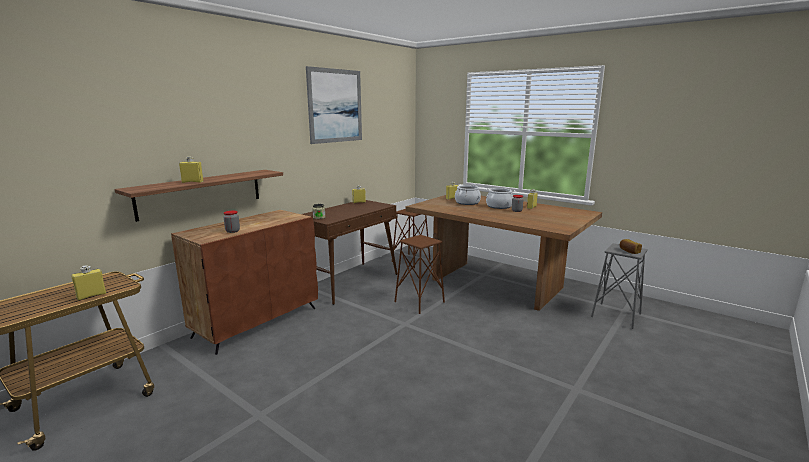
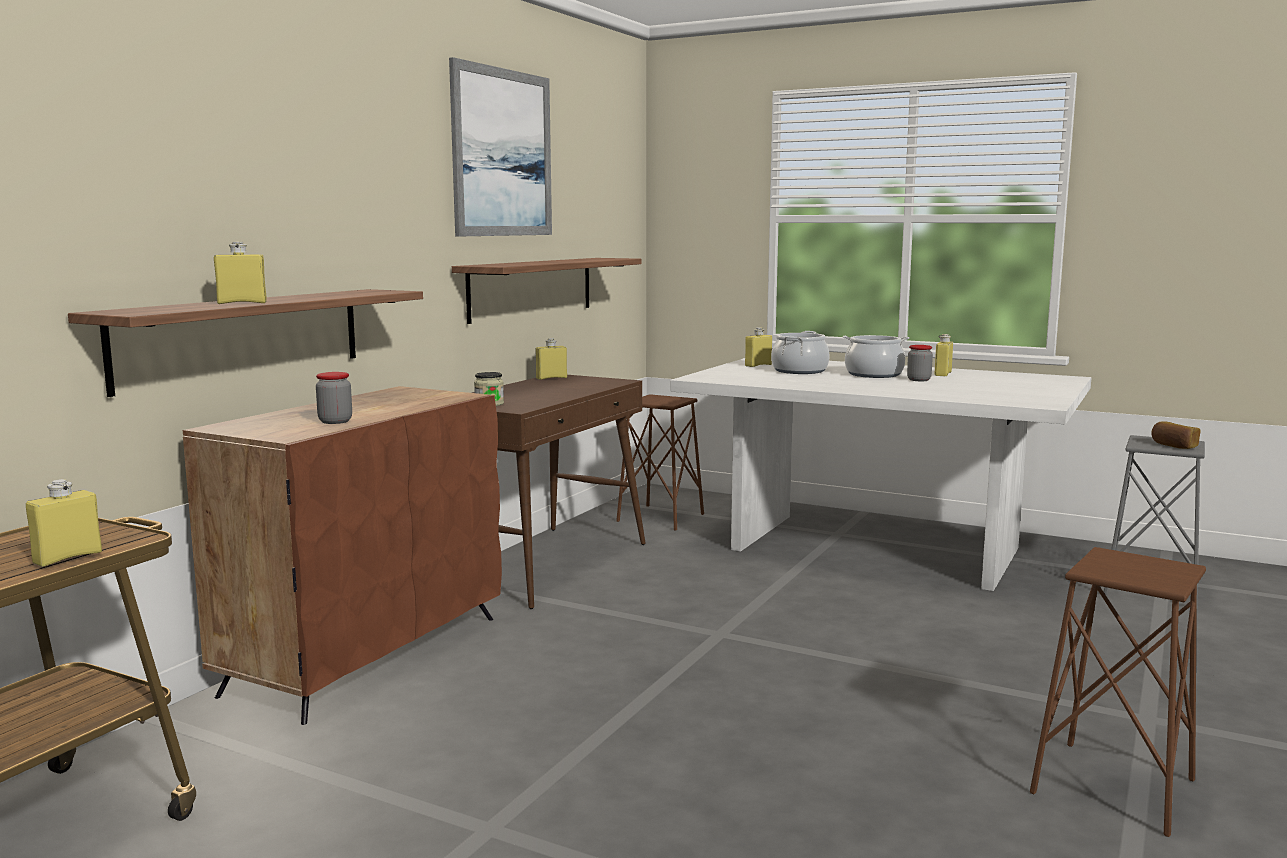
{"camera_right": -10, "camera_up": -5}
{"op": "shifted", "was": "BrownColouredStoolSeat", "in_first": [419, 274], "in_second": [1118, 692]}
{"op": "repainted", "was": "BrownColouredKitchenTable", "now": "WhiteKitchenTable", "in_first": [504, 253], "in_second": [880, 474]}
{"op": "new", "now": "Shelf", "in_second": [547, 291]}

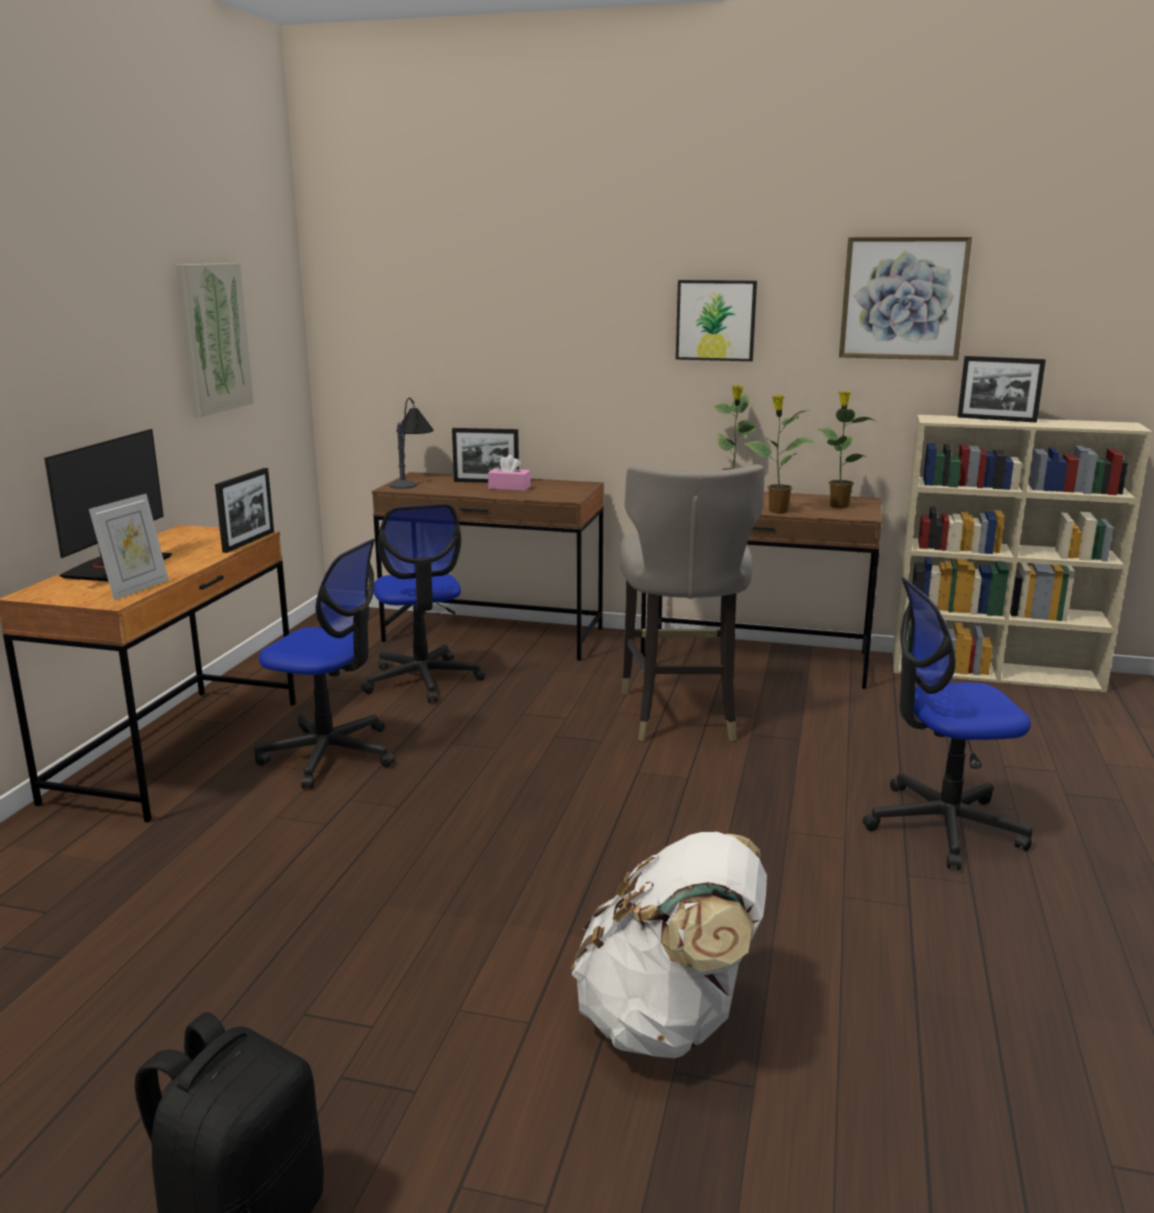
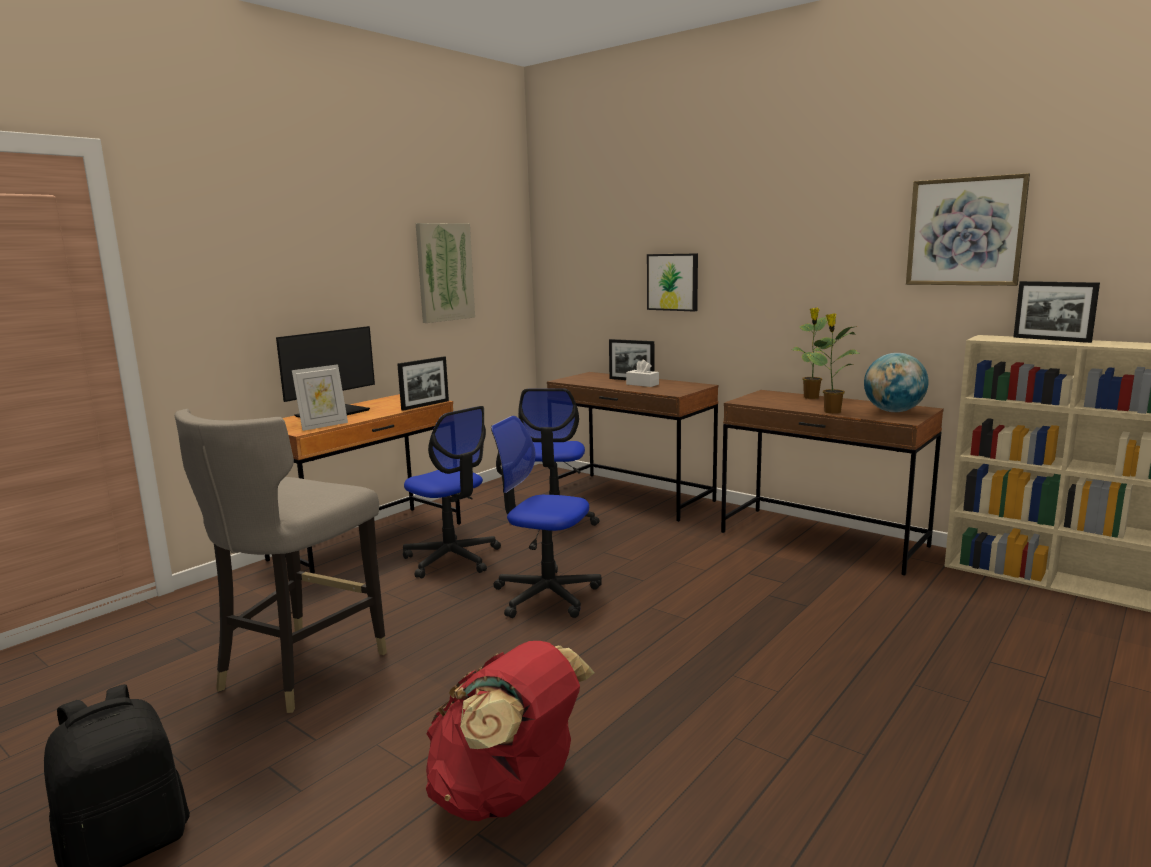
{"camera_right": 25, "camera_up": -5}
{"op": "gone", "was": "TableLamp", "in_first": [411, 443]}
{"op": "repainted", "was": "PinkColouredBoxOfTissues", "now": "WhiteBoxOfTissues", "in_first": [509, 473], "in_second": [642, 373]}
{"op": "repainted", "was": "WhiteBackpack", "now": "ReddishBackpack", "in_first": [669, 945], "in_second": [510, 731]}
{"op": "shifted", "was": "GrayStoolSeat", "in_first": [692, 602], "in_second": [281, 561]}
{"op": "shifted", "was": "WallArt", "in_first": [716, 320], "in_second": [672, 282]}
{"op": "swapped", "was": "PottedPlant", "now": "DeskGlobe", "in_first": [846, 450], "in_second": [896, 382]}
{"op": "shifted", "was": "DeskChair", "in_first": [947, 723], "in_second": [546, 517]}

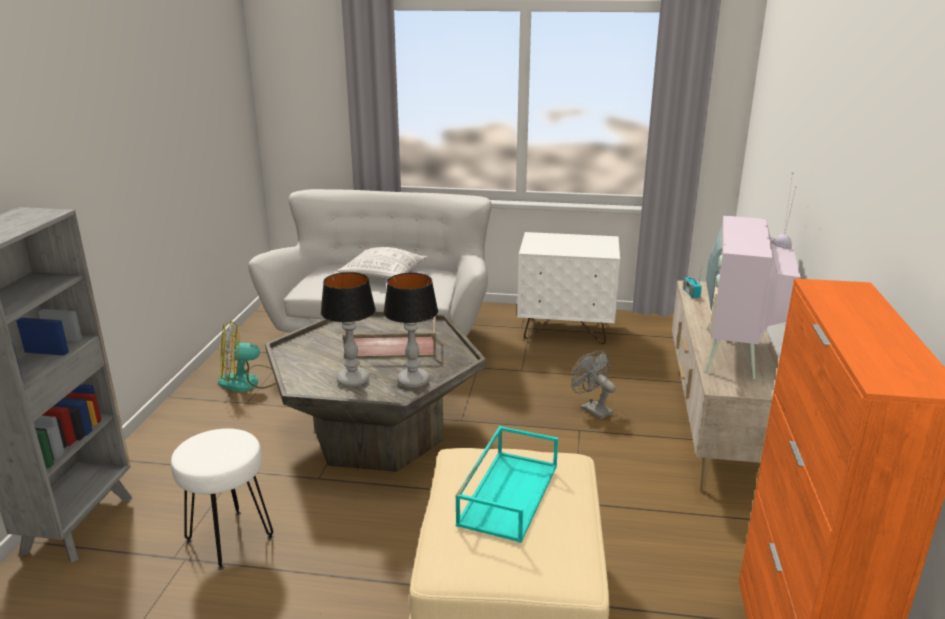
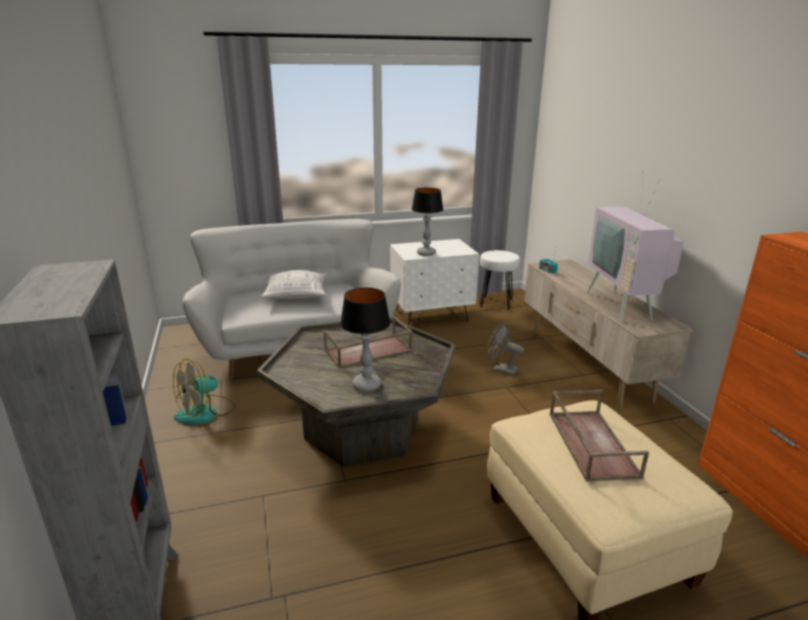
{"camera_right": -25, "camera_up": 0}
{"op": "shifted", "was": "WhiteStoolSeat", "in_first": [222, 499], "in_second": [500, 280]}
{"op": "shifted", "was": "TableLamp", "in_first": [410, 330], "in_second": [427, 221]}
{"op": "repainted", "was": "TurquoiseColouredTray", "now": "BrownColouredTray", "in_first": [506, 484], "in_second": [599, 436]}

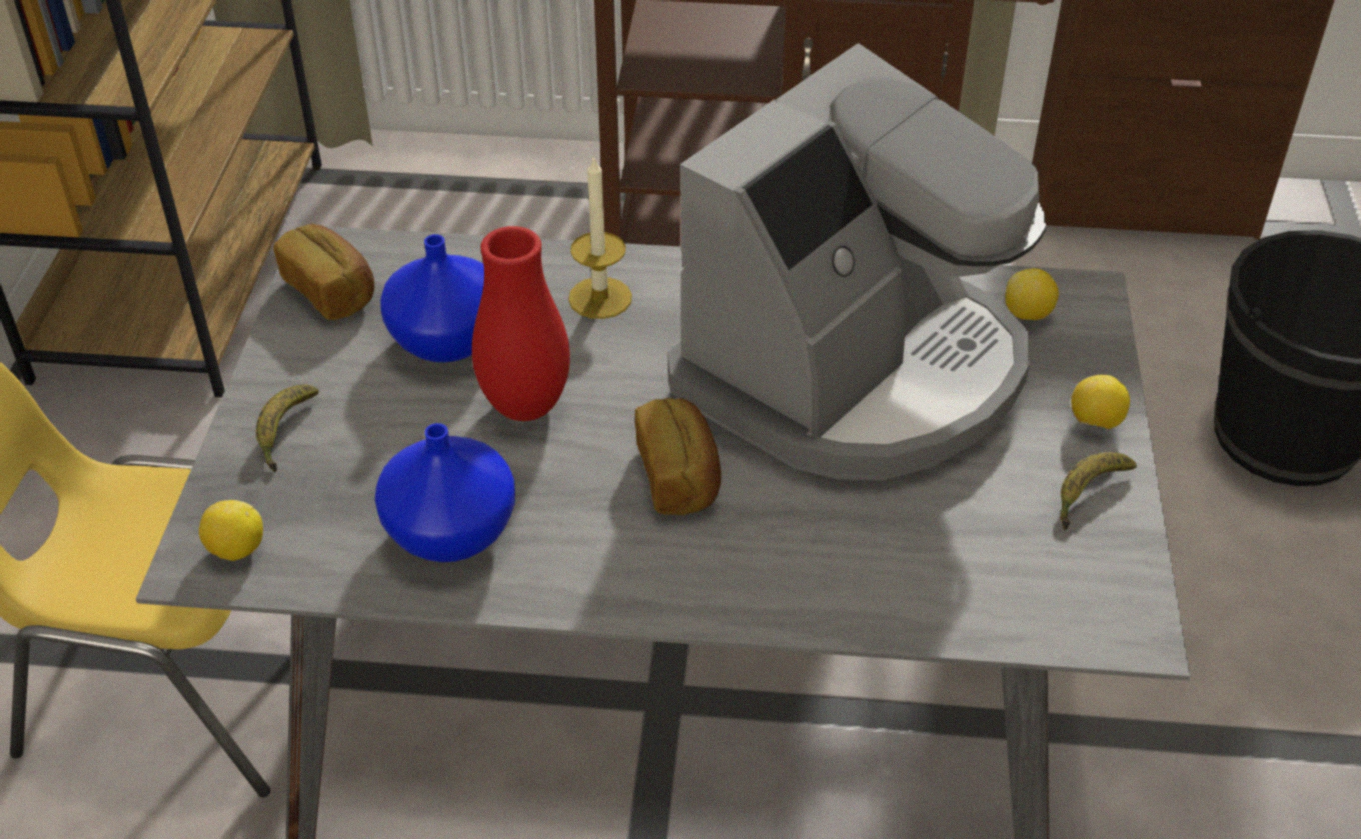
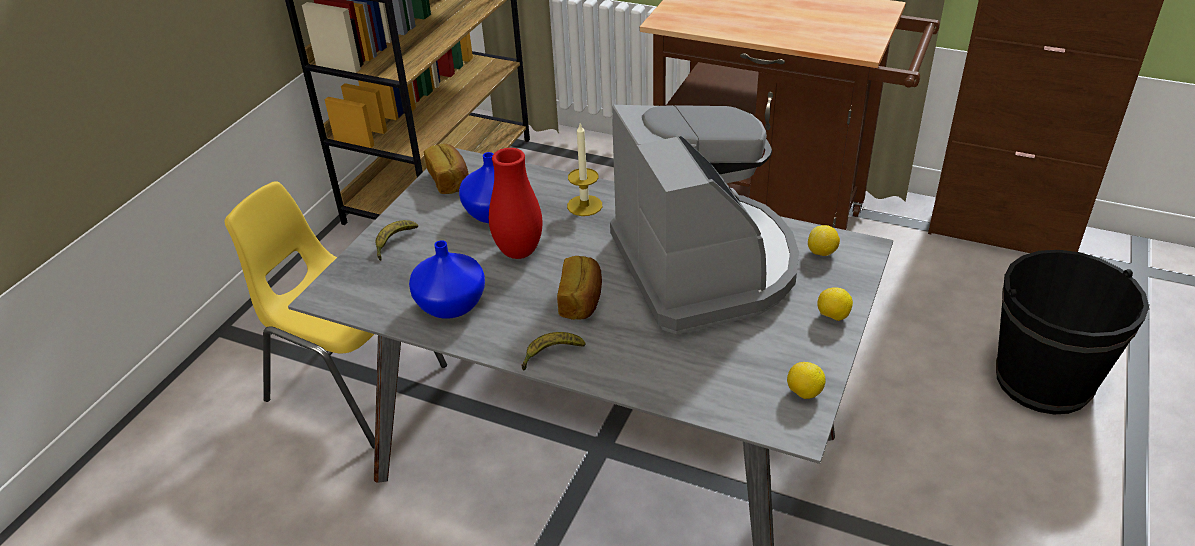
{"camera_right": 20, "camera_up": -5}
{"op": "shifted", "was": "WholeLemon", "in_first": [231, 530], "in_second": [806, 380]}
{"op": "rotated", "was": "CoffeeMaker", "in_first": [857, 262], "in_second": [704, 219], "clockwise": -75}
{"op": "shifted", "was": "Banana", "in_first": [1098, 491], "in_second": [554, 351]}

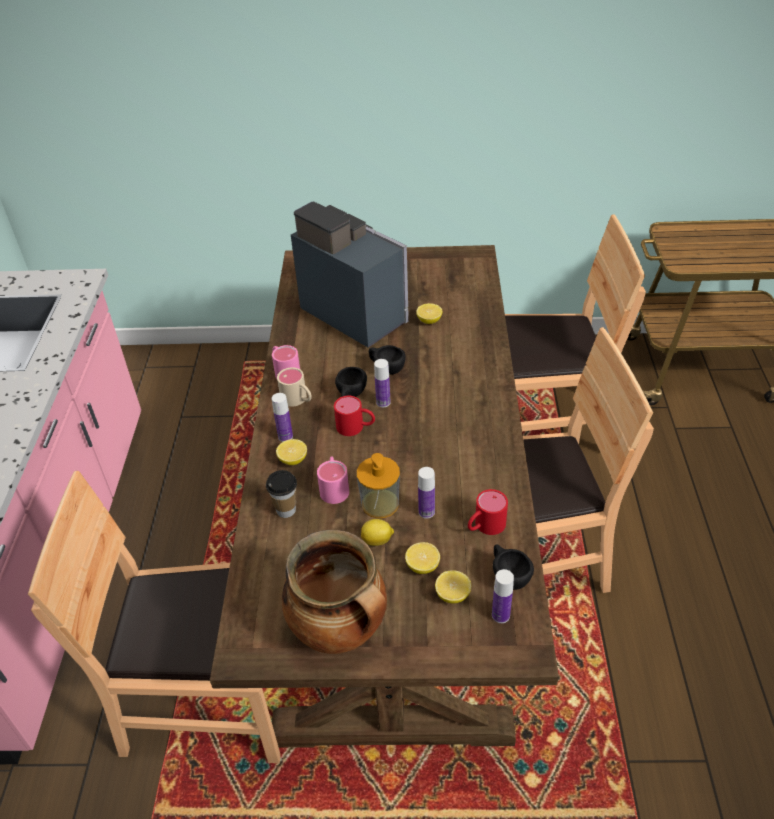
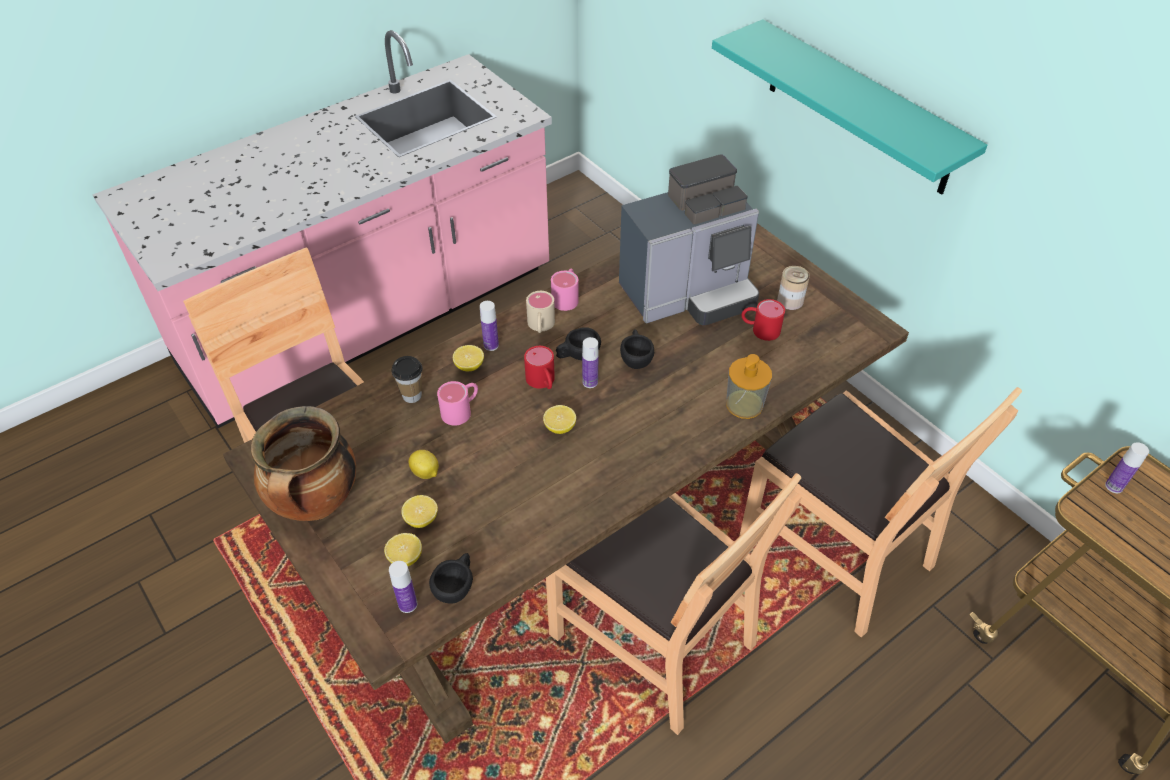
{"camera_right": 50, "camera_up": 5}
{"op": "rotated", "was": "CoffeeMaker", "in_first": [350, 275], "in_second": [689, 240], "clockwise": 60}
{"op": "shifted", "was": "SoapDispenser", "in_first": [378, 485], "in_second": [749, 386]}
{"op": "shifted", "was": "WholeLemon", "in_first": [429, 313], "in_second": [559, 419]}
{"op": "shifted", "was": "Bottle", "in_first": [426, 493], "in_second": [1127, 467]}
{"op": "shifted", "was": "ReddishTeaMug", "in_first": [488, 512], "in_second": [763, 320]}
{"op": "new", "now": "TurquoiseColouredShelf", "in_second": [850, 107]}
{"op": "new", "now": "MetalCan", "in_second": [793, 288]}

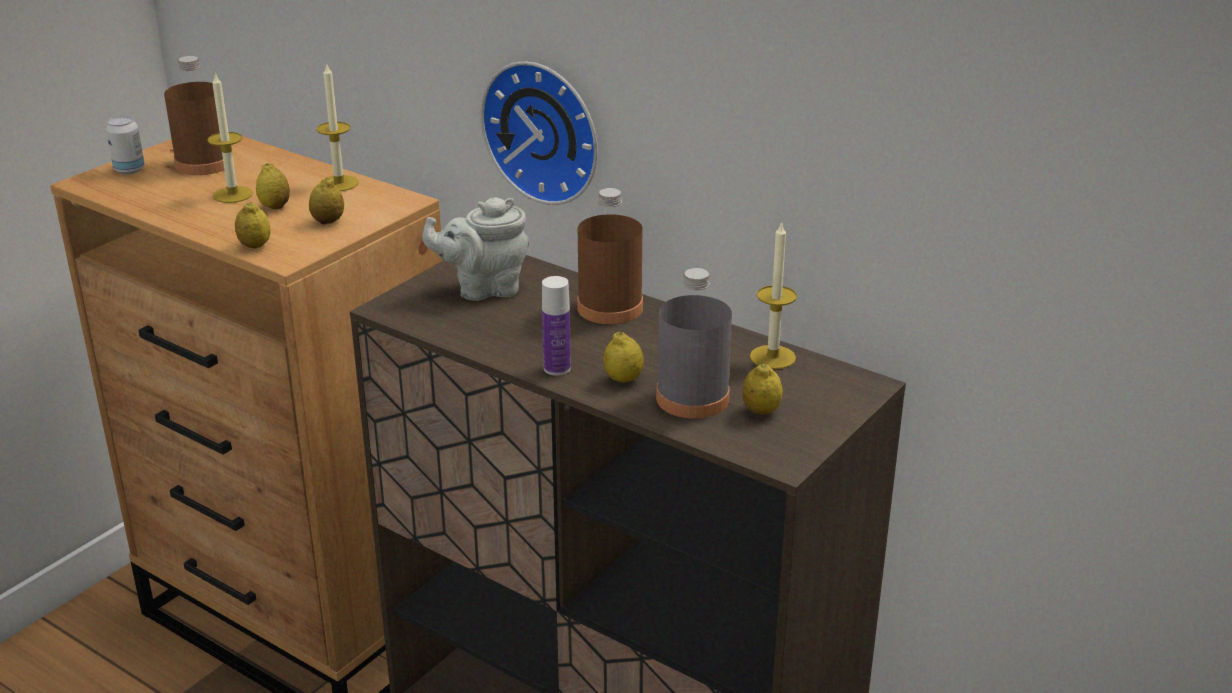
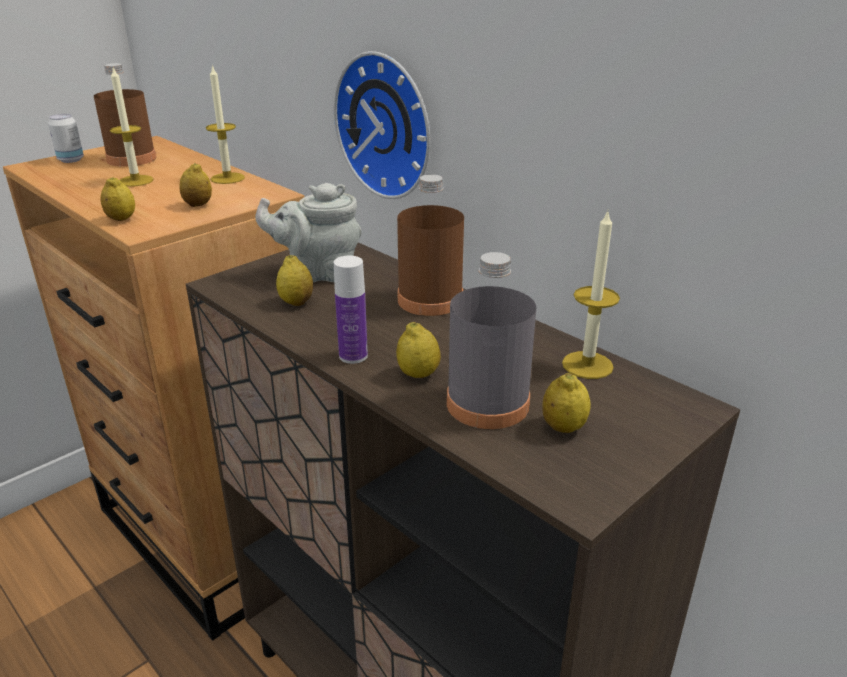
{"camera_right": 10, "camera_up": 0}
{"op": "shifted", "was": "WholeLemon", "in_first": [273, 186], "in_second": [294, 280]}

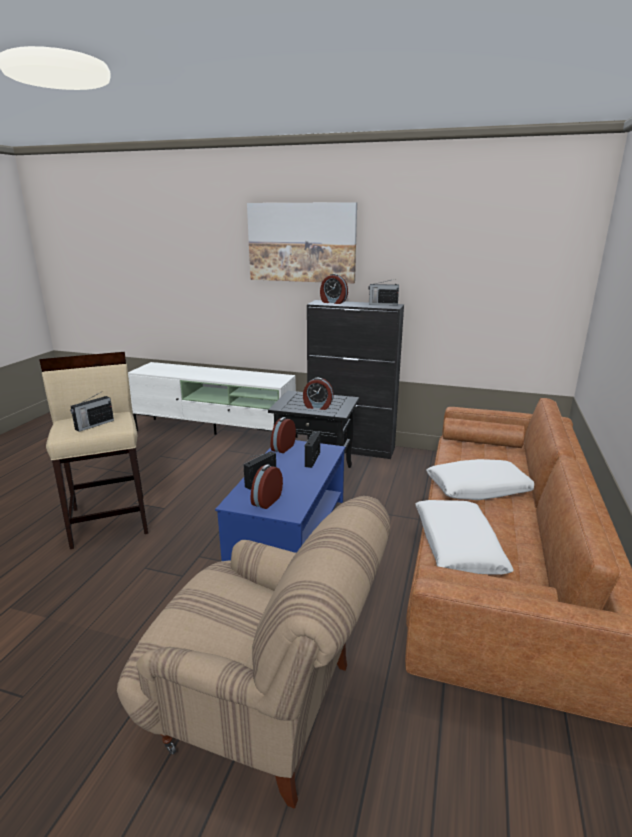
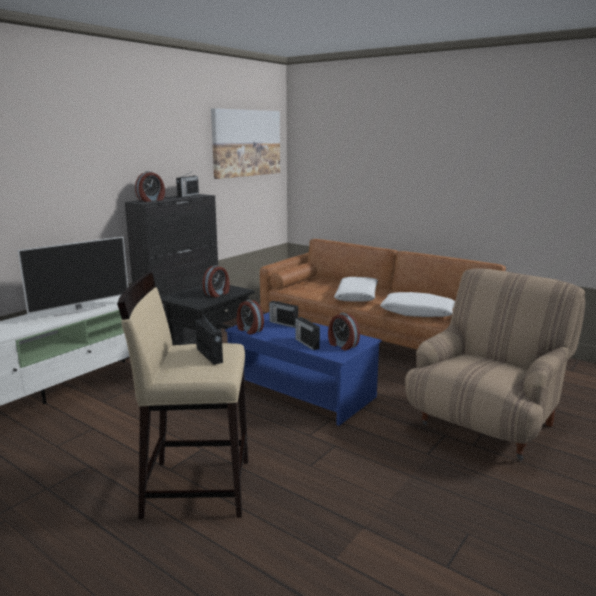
{"camera_right": -70, "camera_up": -5}
{"op": "shifted", "was": "WallArt", "in_first": [302, 243], "in_second": [245, 143]}
{"op": "new", "now": "Television", "in_second": [72, 277]}

